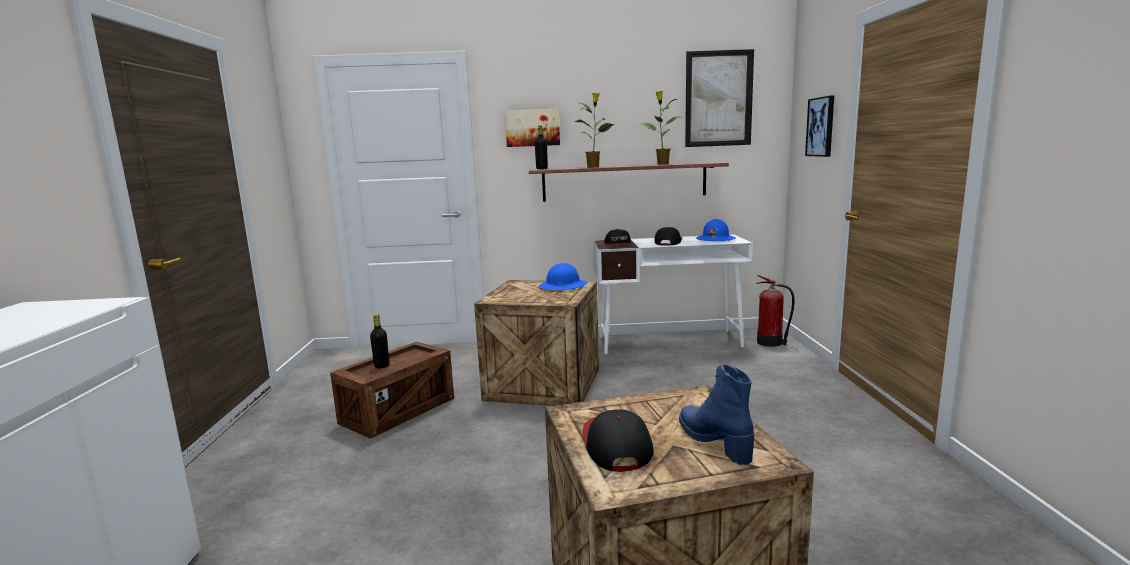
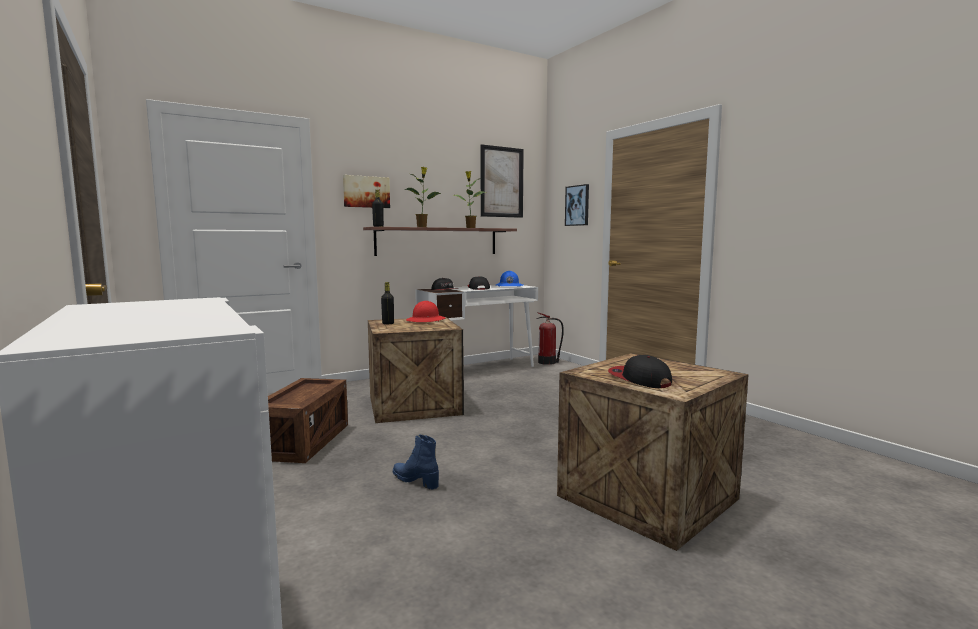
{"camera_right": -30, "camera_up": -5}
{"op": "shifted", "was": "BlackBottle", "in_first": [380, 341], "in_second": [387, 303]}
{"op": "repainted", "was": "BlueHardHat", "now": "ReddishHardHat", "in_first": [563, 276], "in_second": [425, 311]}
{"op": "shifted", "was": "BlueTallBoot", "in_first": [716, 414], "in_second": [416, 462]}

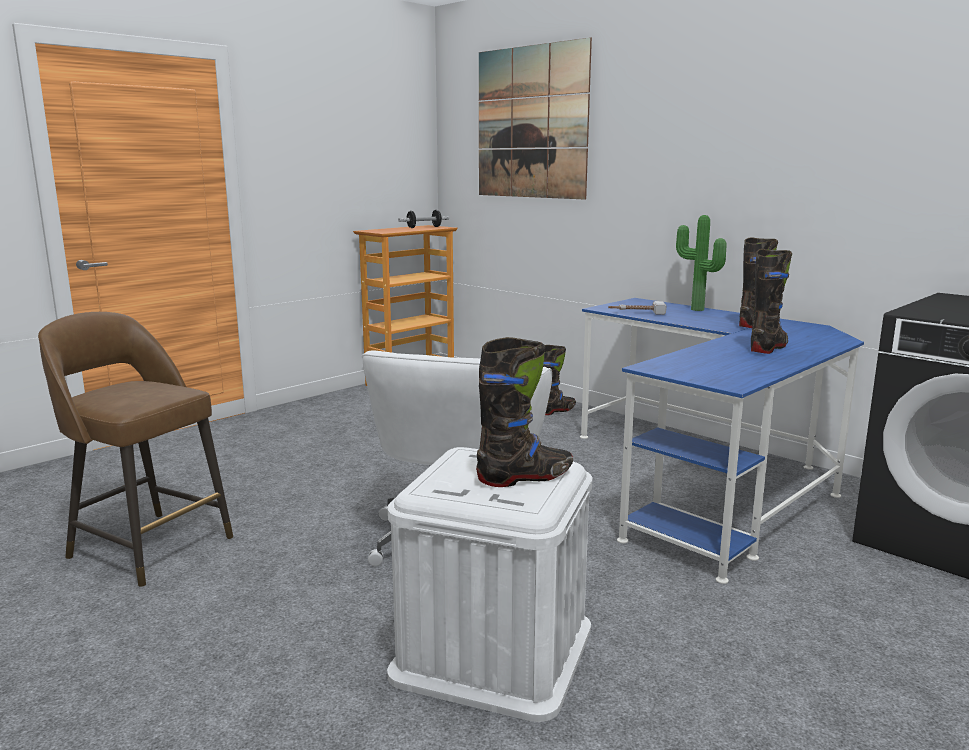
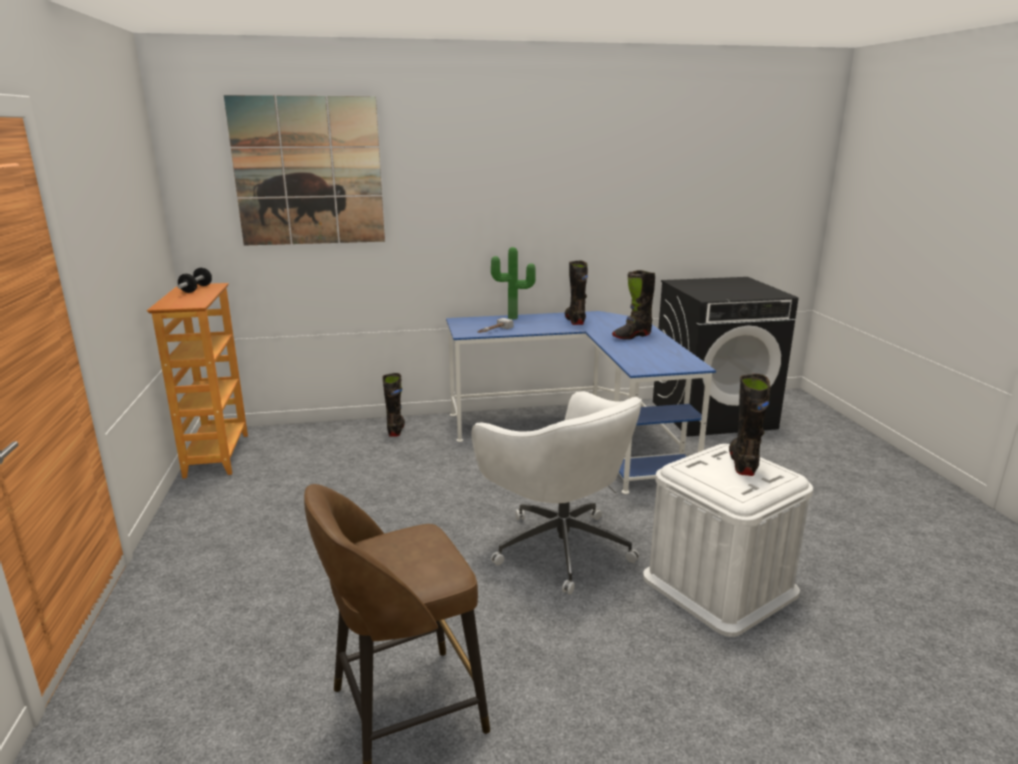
{"camera_right": -55, "camera_up": 5}
{"op": "rotated", "was": "BlackTallBoot", "in_first": [771, 301], "in_second": [633, 305], "clockwise": -105}

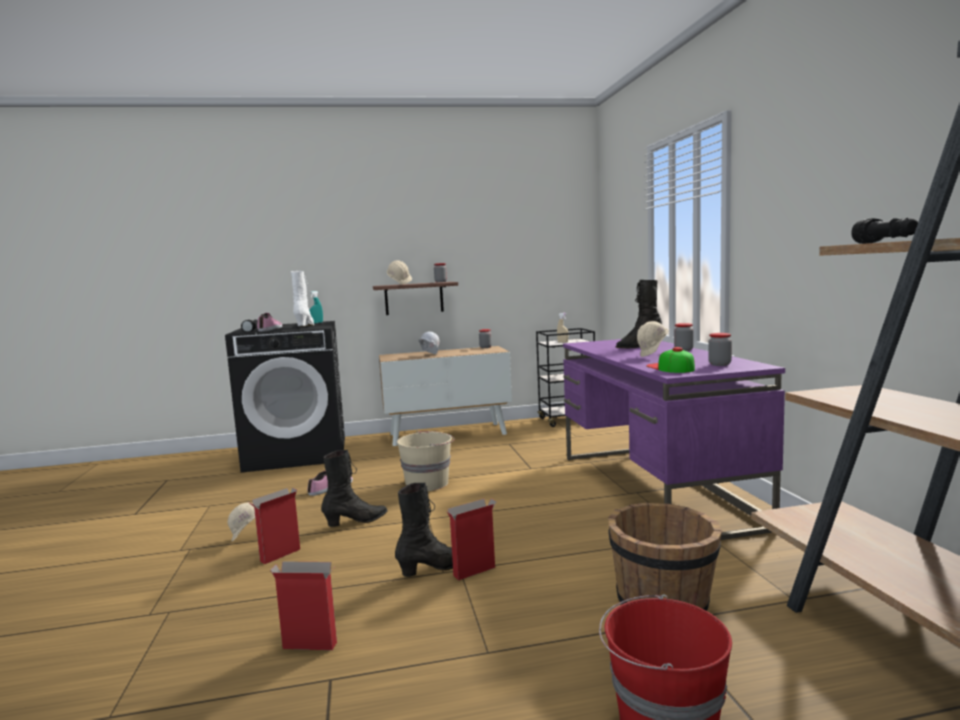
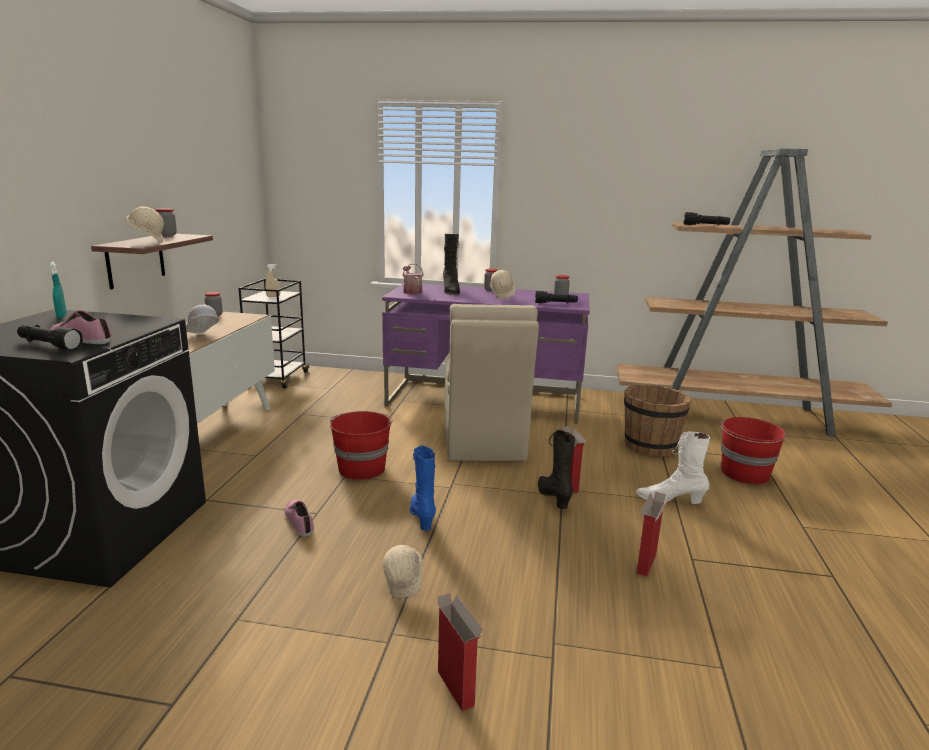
{"camera_right": -70, "camera_up": 10}
{"op": "shifted", "was": "CardboardBox", "in_first": [275, 526], "in_second": [459, 652]}
{"op": "shifted", "was": "WhiteTallBoot", "in_first": [302, 299], "in_second": [673, 467]}
{"op": "repainted", "was": "BlackTallBoot", "now": "BlueTallBoot", "in_first": [354, 488], "in_second": [423, 488]}
{"op": "repainted", "was": "SandColouredBucket", "now": "ReddishBucket", "in_first": [425, 461], "in_second": [361, 445]}
{"op": "swapped", "was": "PeakedCap", "now": "BlackFlashlight", "in_first": [670, 360], "in_second": [556, 297]}
{"op": "new", "now": "WateringPot", "in_second": [413, 279]}
{"op": "new", "now": "SandColouredPlainChair", "in_second": [491, 382]}

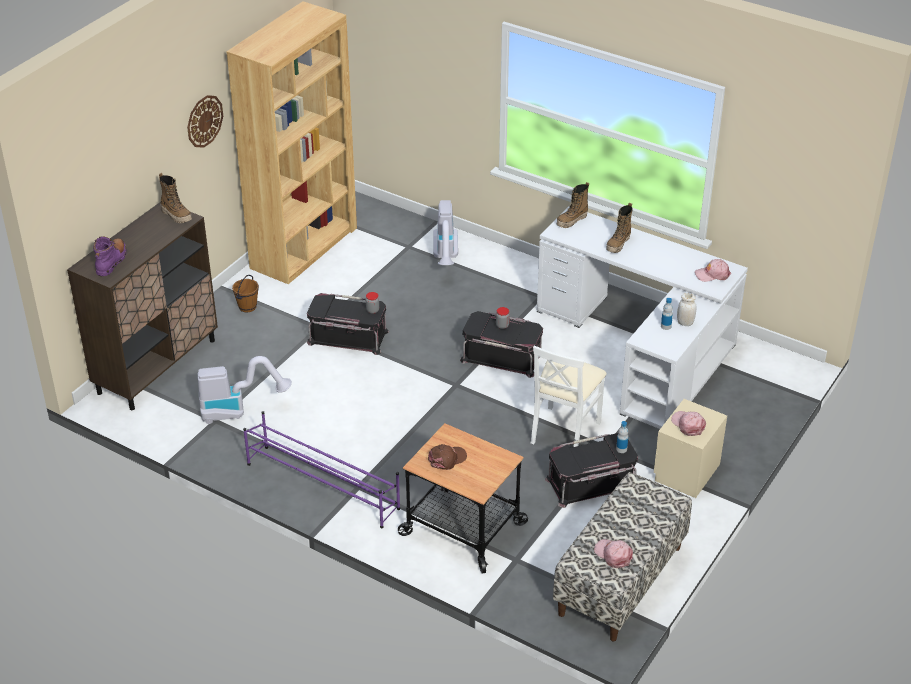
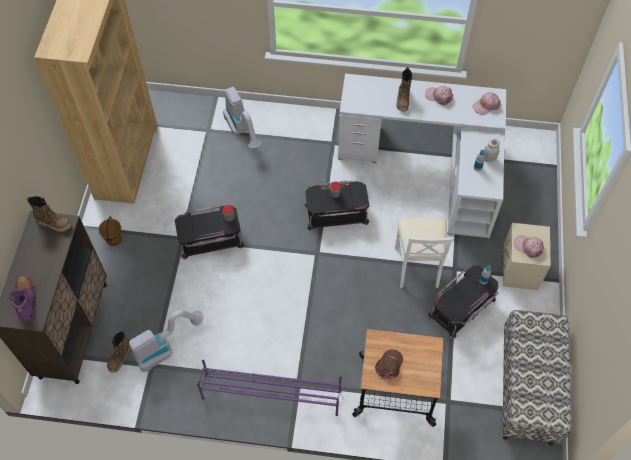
{"camera_right": -25, "camera_up": 20}
{"op": "gone", "was": "HangingClock", "in_first": [205, 121]}
{"op": "shifted", "was": "TallBoot", "in_first": [573, 205], "in_second": [118, 351]}
{"op": "shifted", "was": "PinkColouredPeakedCap", "in_first": [613, 553], "in_second": [439, 95]}

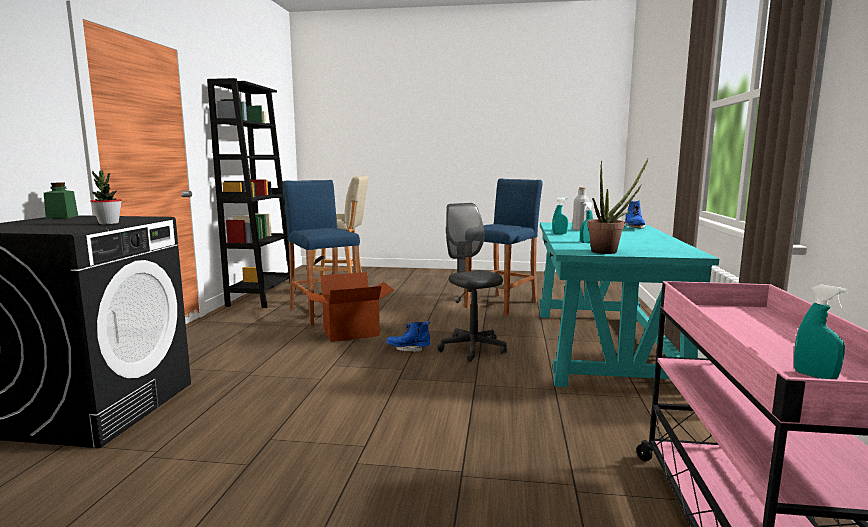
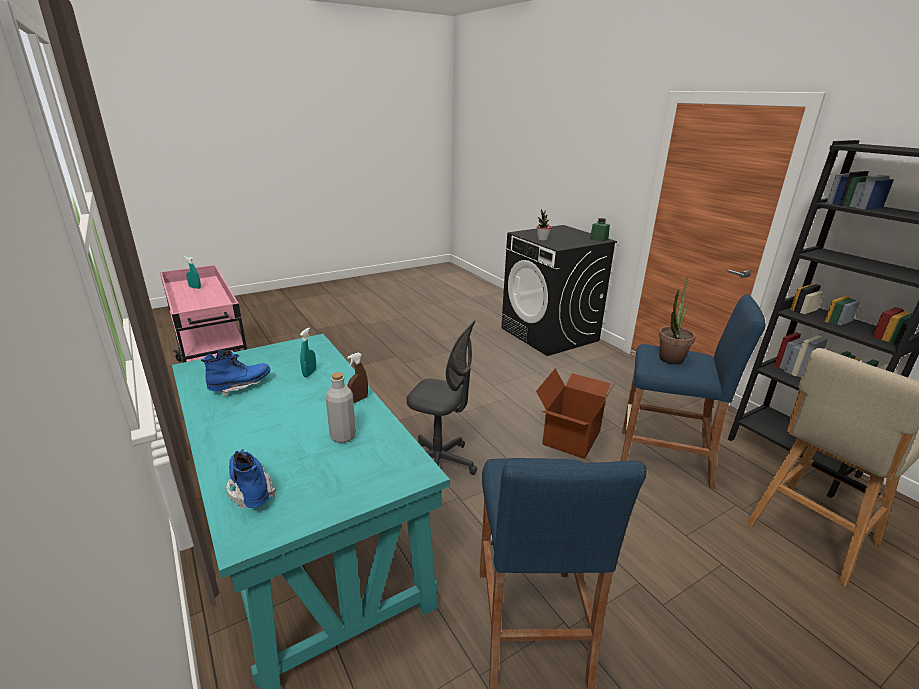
{"camera_right": 140, "camera_up": 15}
{"op": "shifted", "was": "BlueTallBoot", "in_first": [408, 336], "in_second": [235, 373]}
{"op": "repainted", "was": "TurquoiseColouredSprayBottle", "now": "BrownColouredSprayBottle", "in_first": [560, 215], "in_second": [357, 378]}
{"op": "shifted", "was": "PottedPlant", "in_first": [618, 206], "in_second": [677, 320]}

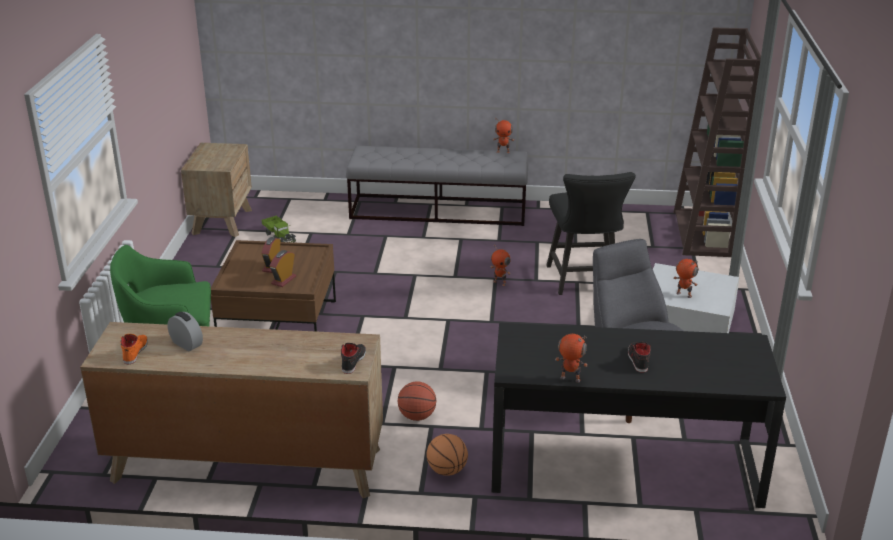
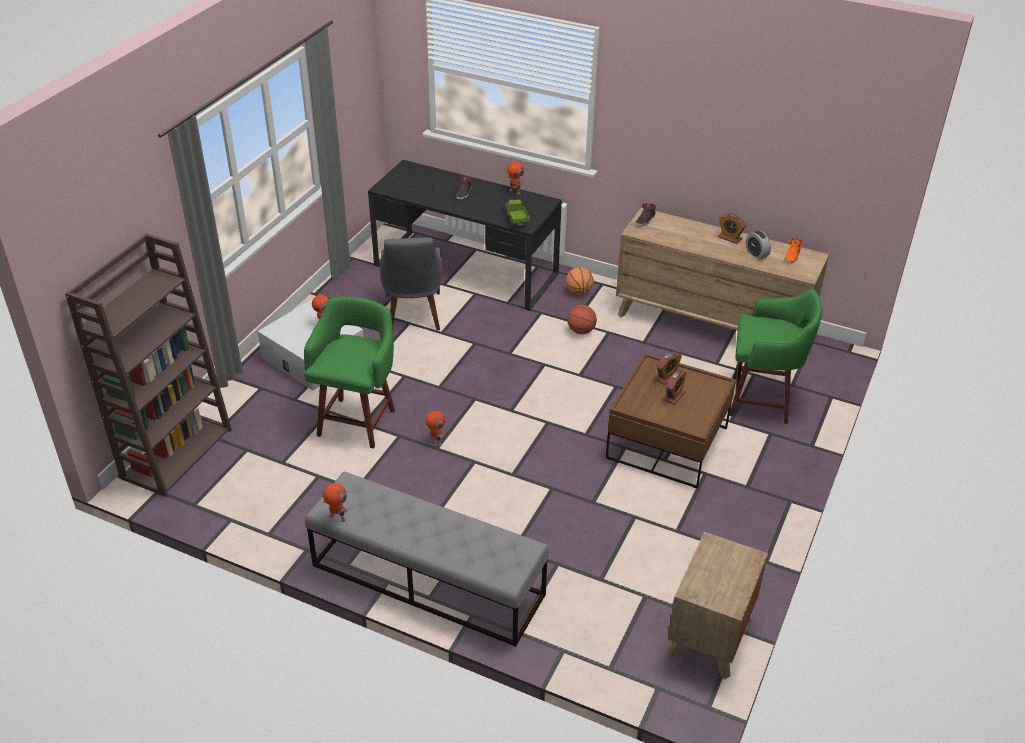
{"camera_right": -160, "camera_up": 10}
{"op": "shifted", "was": "ToyTruck", "in_first": [279, 228], "in_second": [517, 212]}
{"op": "swapped", "was": "BlackPlainChair", "now": "GreenStoolSeat", "in_first": [591, 233], "in_second": [349, 372]}
{"op": "new", "now": "AlarmClock", "in_second": [732, 228]}

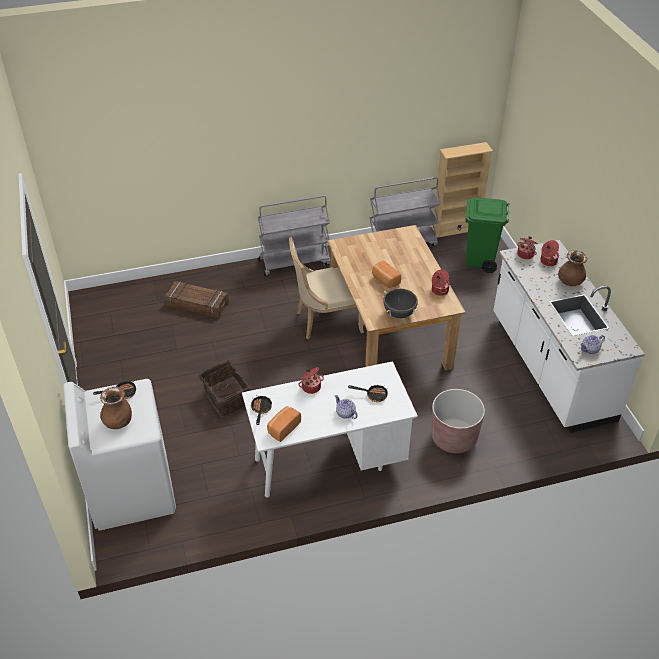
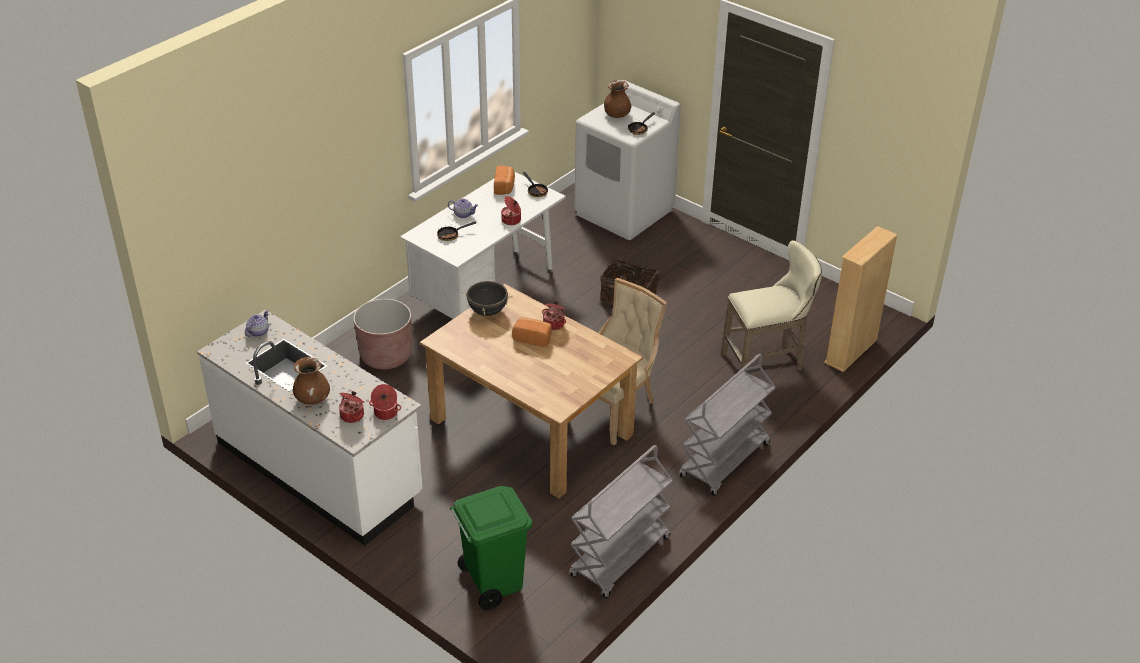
{"camera_right": 145, "camera_up": -5}
{"op": "swapped", "was": "ShippingCrate", "now": "SandColouredStoolSeat", "in_first": [196, 299], "in_second": [771, 305]}
{"op": "shifted", "was": "SandColouredBookshelf", "in_first": [462, 190], "in_second": [861, 299]}
{"op": "shifted", "was": "CookingPot", "in_first": [441, 282], "in_second": [554, 315]}

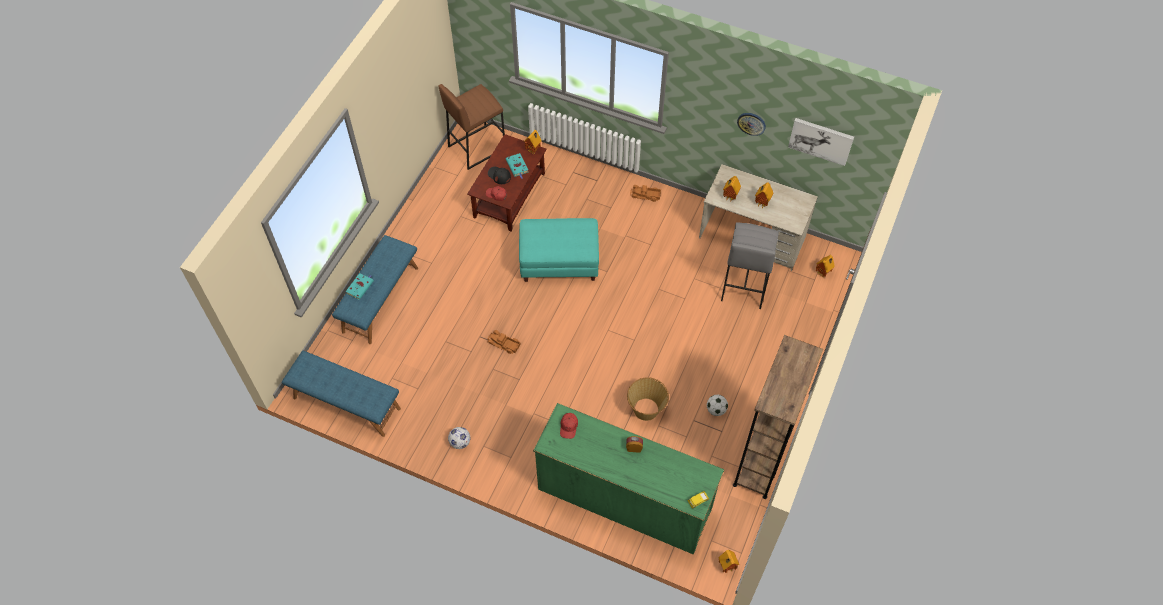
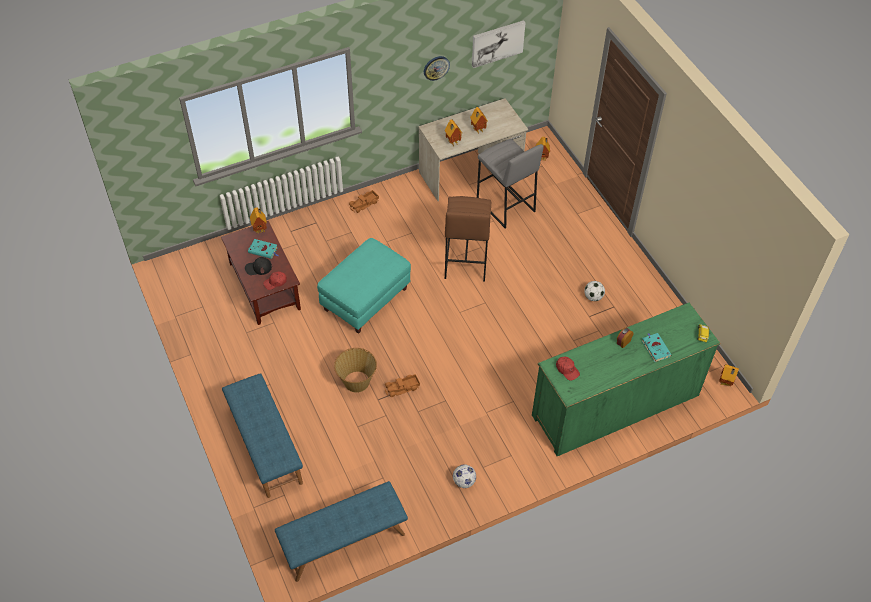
{"camera_right": -50, "camera_up": -5}
{"op": "shifted", "was": "TurquoiseColouredBook", "in_first": [360, 286], "in_second": [657, 347]}
{"op": "shifted", "was": "BrownColouredStoolSeat", "in_first": [471, 127], "in_second": [468, 239]}
{"op": "shifted", "was": "HouseholdBasket", "in_first": [648, 399], "in_second": [355, 370]}
{"op": "gone", "was": "BrownColouredBookshelf", "in_first": [778, 417]}

